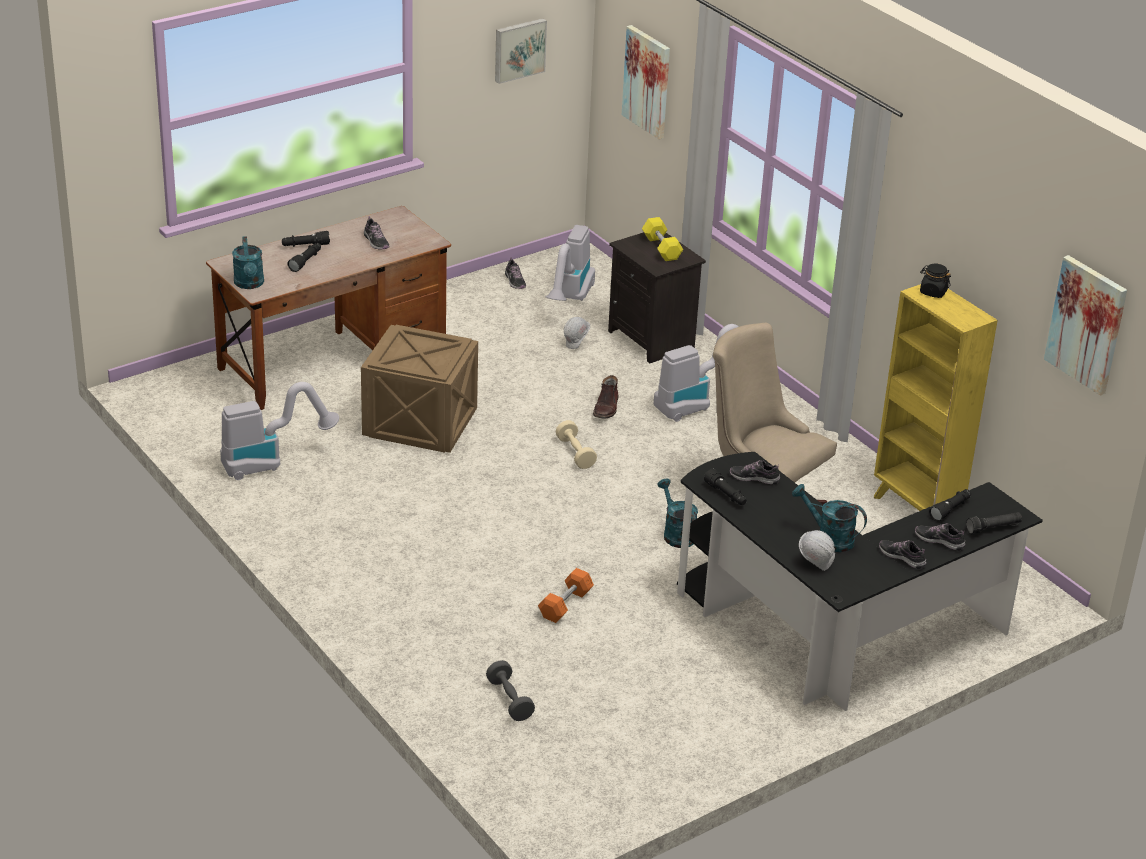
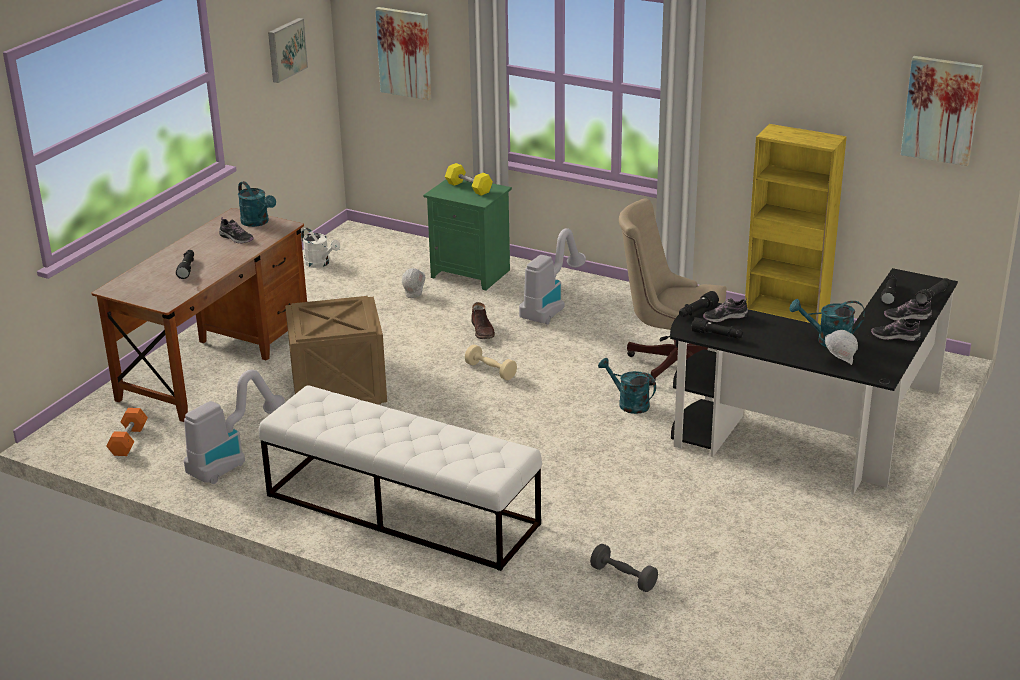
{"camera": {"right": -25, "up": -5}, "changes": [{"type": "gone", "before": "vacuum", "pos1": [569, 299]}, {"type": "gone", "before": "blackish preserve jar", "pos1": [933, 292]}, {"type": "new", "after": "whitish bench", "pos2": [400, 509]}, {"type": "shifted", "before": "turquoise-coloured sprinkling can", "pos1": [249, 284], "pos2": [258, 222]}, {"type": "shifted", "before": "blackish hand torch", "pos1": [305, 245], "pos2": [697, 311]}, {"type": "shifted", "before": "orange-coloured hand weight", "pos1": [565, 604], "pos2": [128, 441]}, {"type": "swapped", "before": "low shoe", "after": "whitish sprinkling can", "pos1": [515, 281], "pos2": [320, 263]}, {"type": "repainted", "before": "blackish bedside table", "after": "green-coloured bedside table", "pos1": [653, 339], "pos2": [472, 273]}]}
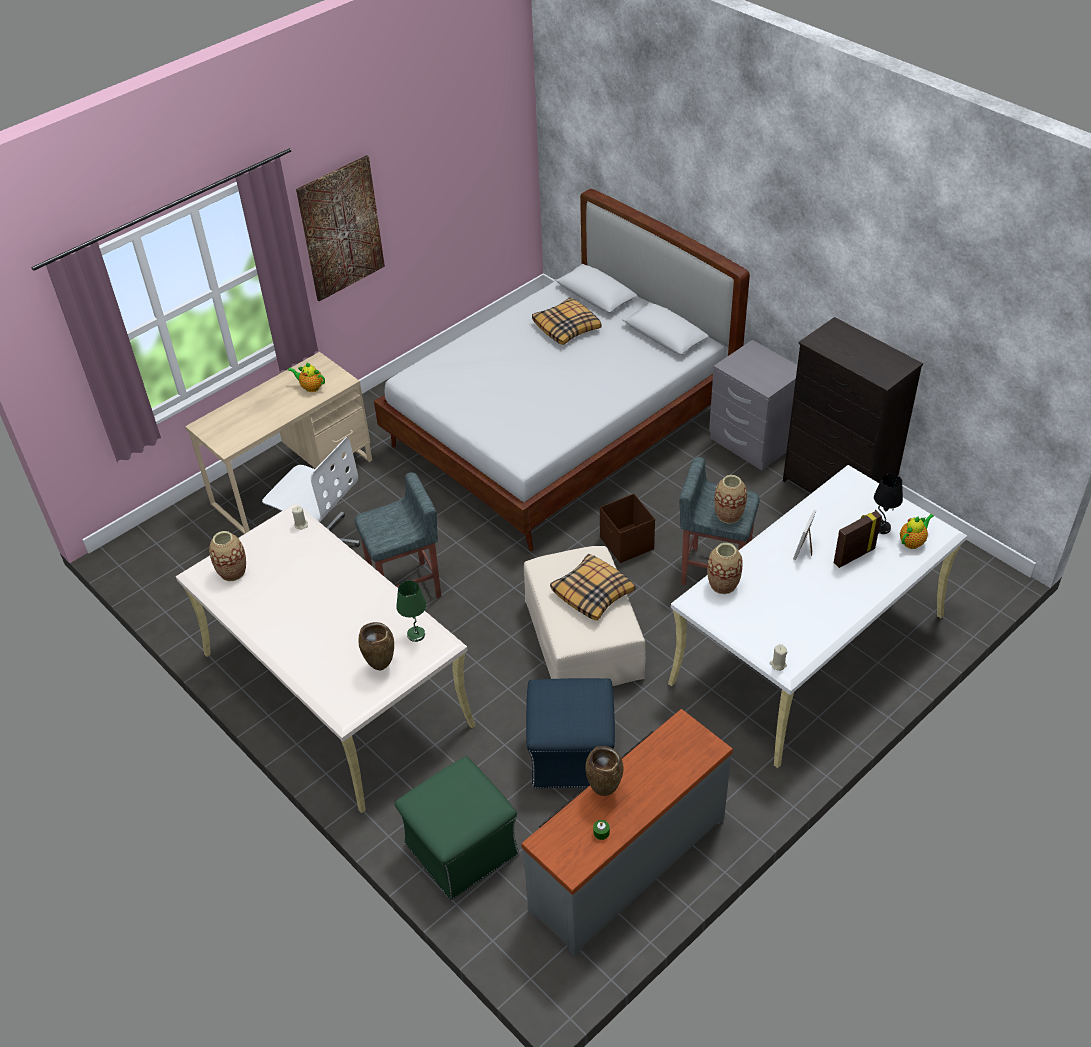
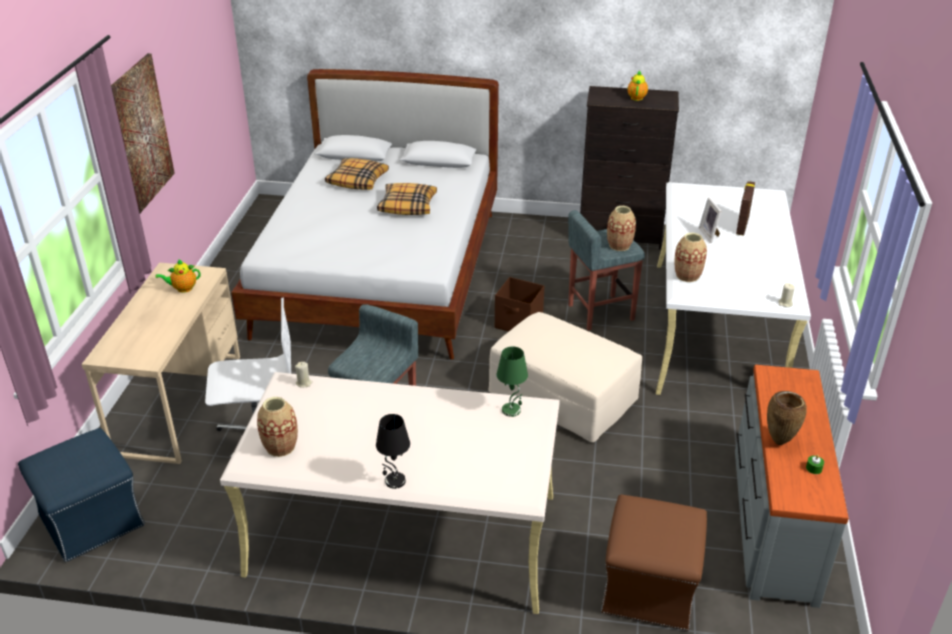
{"camera": {"right": -40, "up": -10}, "changes": [{"type": "gone", "before": "brown flower vase", "pos1": [381, 666]}, {"type": "gone", "before": "gray bedside table", "pos1": [752, 442]}, {"type": "shifted", "before": "bluish pouffe", "pos1": [570, 755], "pos2": [90, 521]}, {"type": "shifted", "before": "cushion", "pos1": [593, 593], "pos2": [407, 206]}, {"type": "shifted", "before": "blackish table lamp", "pos1": [881, 528], "pos2": [395, 481]}, {"type": "shifted", "before": "tea pot", "pos1": [913, 542], "pos2": [636, 97]}, {"type": "repainted", "before": "green-coloured pouffe", "after": "brown pouffe", "pos1": [460, 849], "pos2": [649, 589]}]}
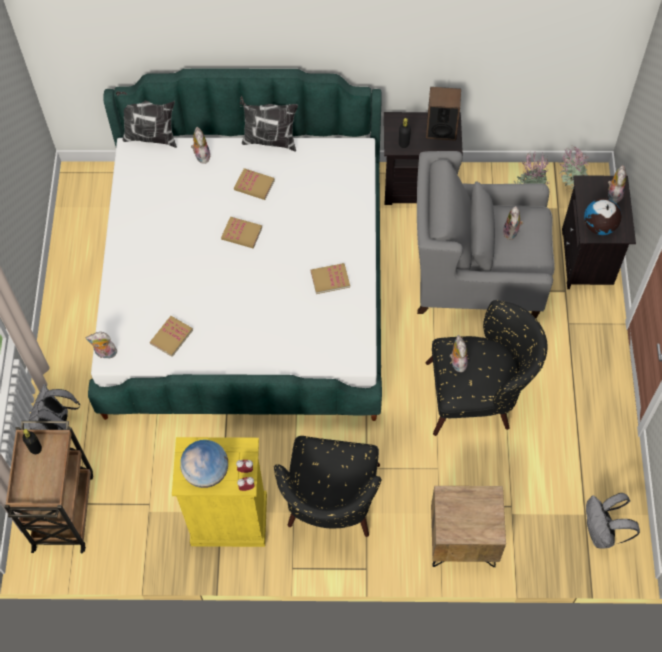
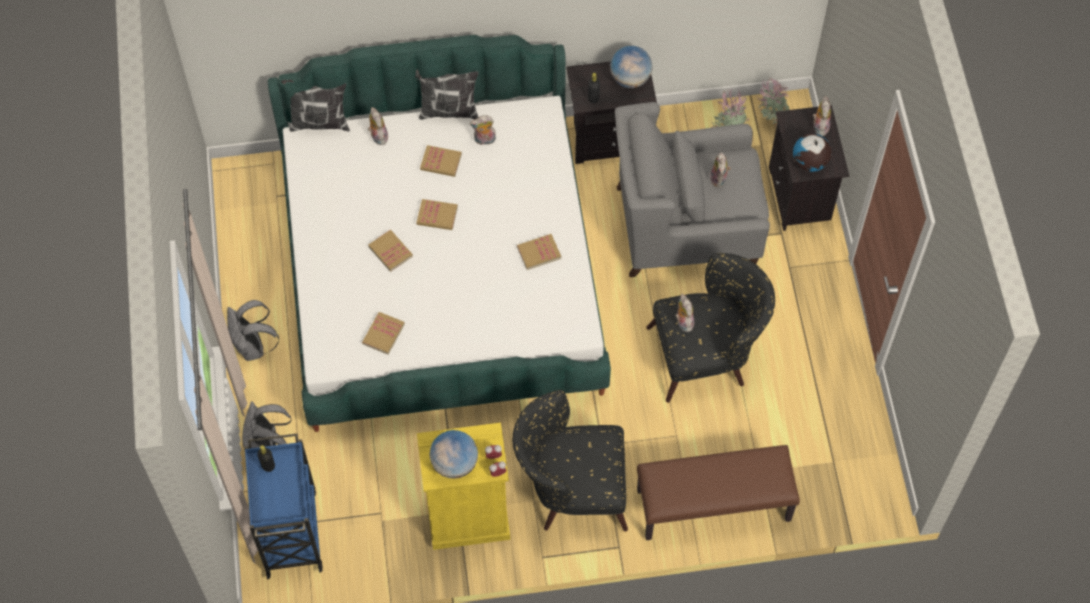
{"camera": {"right": -10, "up": 0}, "changes": [{"type": "new", "after": "volume", "pos2": [390, 251]}, {"type": "shifted", "before": "soft toy", "pos1": [105, 354], "pos2": [484, 140]}, {"type": "shifted", "before": "gray backpack", "pos1": [602, 533], "pos2": [253, 347]}, {"type": "swapped", "before": "audio speaker", "after": "desk globe", "pos1": [441, 129], "pos2": [630, 78]}, {"type": "swapped", "before": "brown bedside table", "after": "brown bench", "pos1": [462, 541], "pos2": [713, 506]}, {"type": "repainted", "before": "brown wheeled cart", "after": "bluish wheeled cart", "pos1": [63, 509], "pos2": [291, 530]}, {"type": "rotated", "before": "blackish lounge chair", "pos1": [330, 506], "pos2": [571, 489], "turn": 90}]}
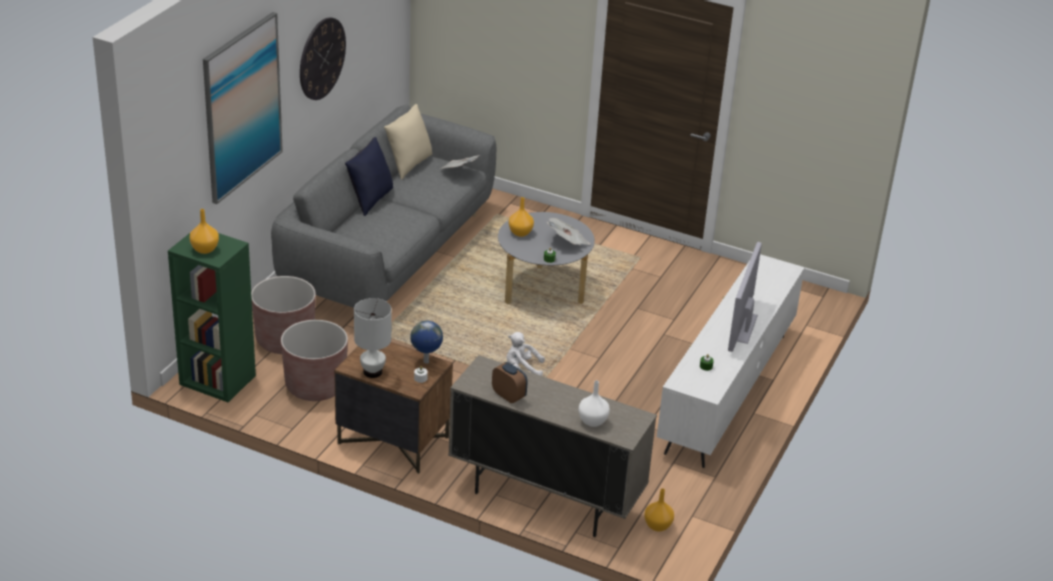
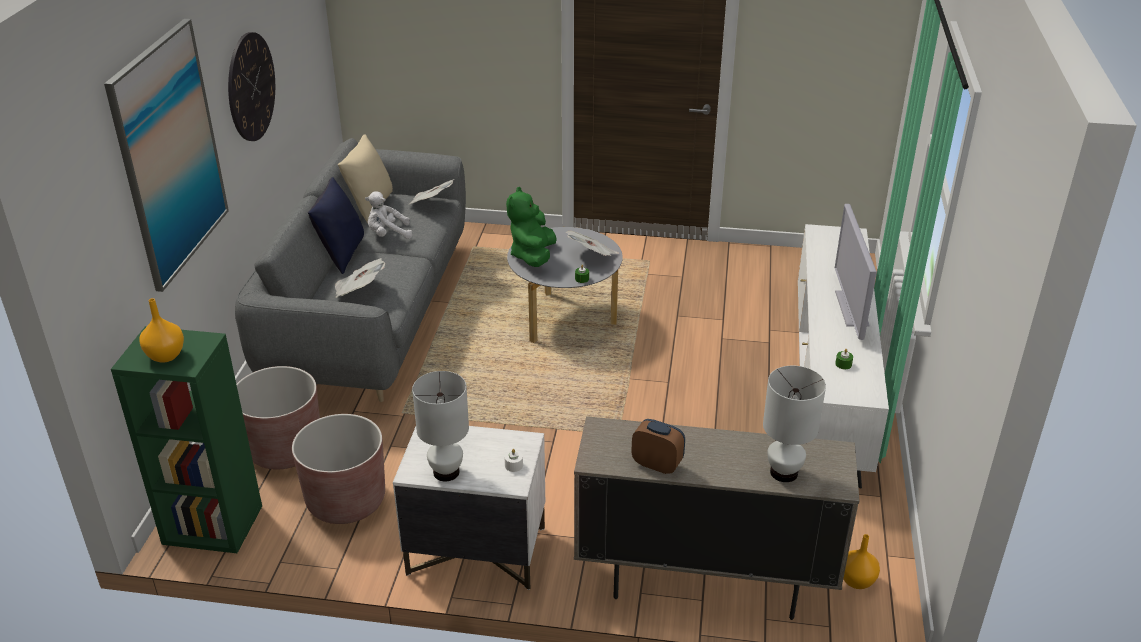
{"camera": {"right": -15, "up": 0}, "changes": [{"type": "gone", "before": "desk globe", "pos1": [426, 362]}, {"type": "new", "after": "daily paper", "pos2": [359, 290]}, {"type": "shifted", "before": "whitish soft toy", "pos1": [522, 369], "pos2": [388, 234]}, {"type": "swapped", "before": "orange-coloured flower vase", "after": "green-coloured soft toy", "pos1": [520, 232], "pos2": [533, 256]}, {"type": "swapped", "before": "whitish flower vase", "after": "whitish table lamp", "pos1": [592, 421], "pos2": [783, 473]}, {"type": "repainted", "before": "brown bedside table", "after": "whitish bedside table", "pos1": [392, 440], "pos2": [475, 551]}]}
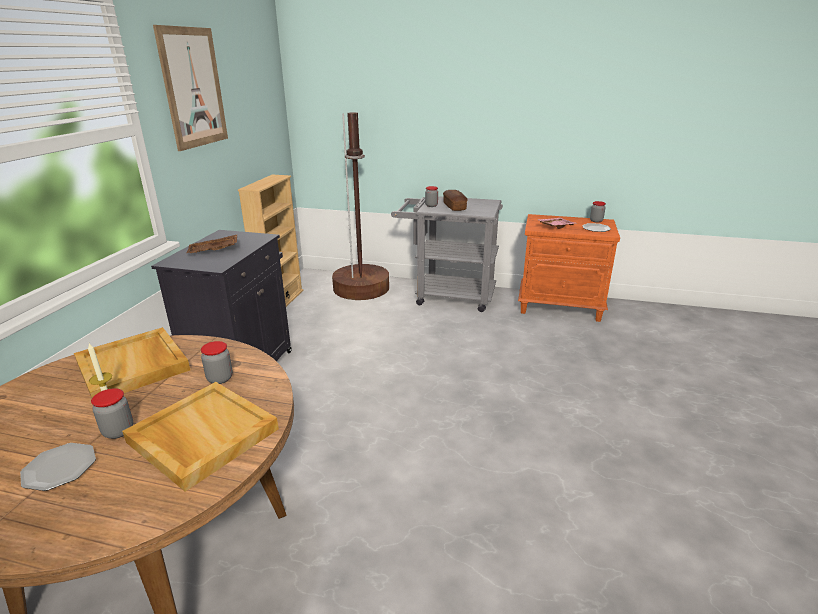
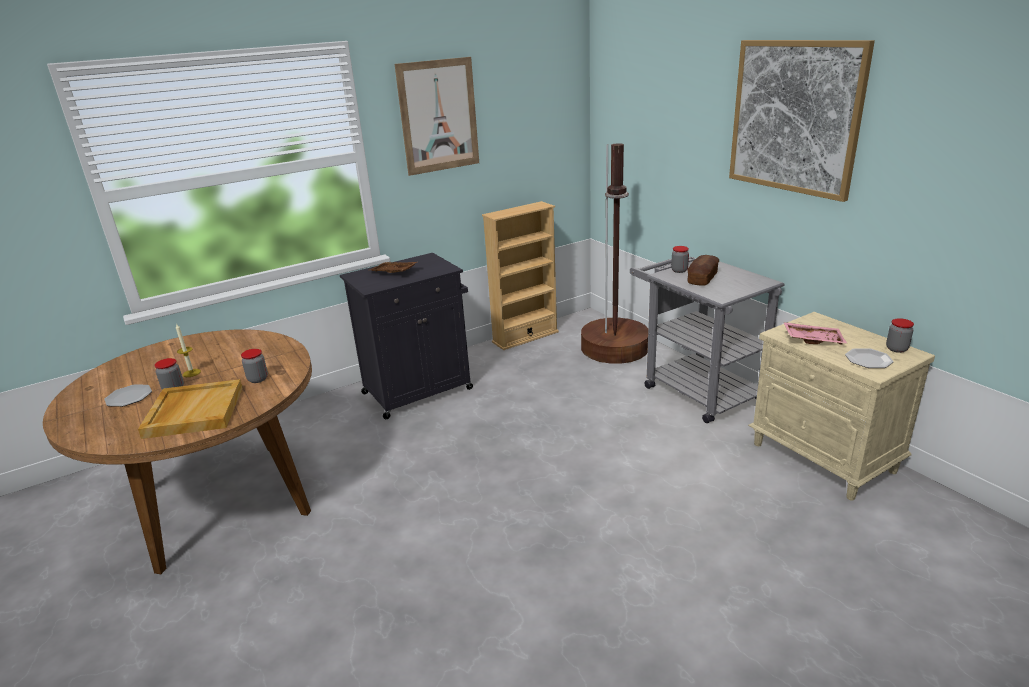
{"camera": {"right": 45, "up": 0}, "changes": [{"type": "gone", "before": "sand-coloured tray", "pos1": [134, 366]}, {"type": "new", "after": "picture", "pos2": [795, 117]}, {"type": "repainted", "before": "orange-coloured bedside table", "after": "sand-coloured bedside table", "pos1": [560, 306], "pos2": [824, 458]}]}
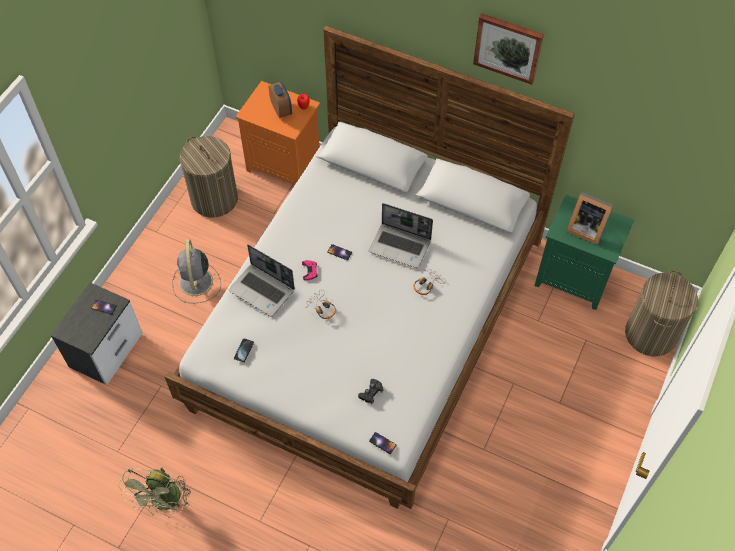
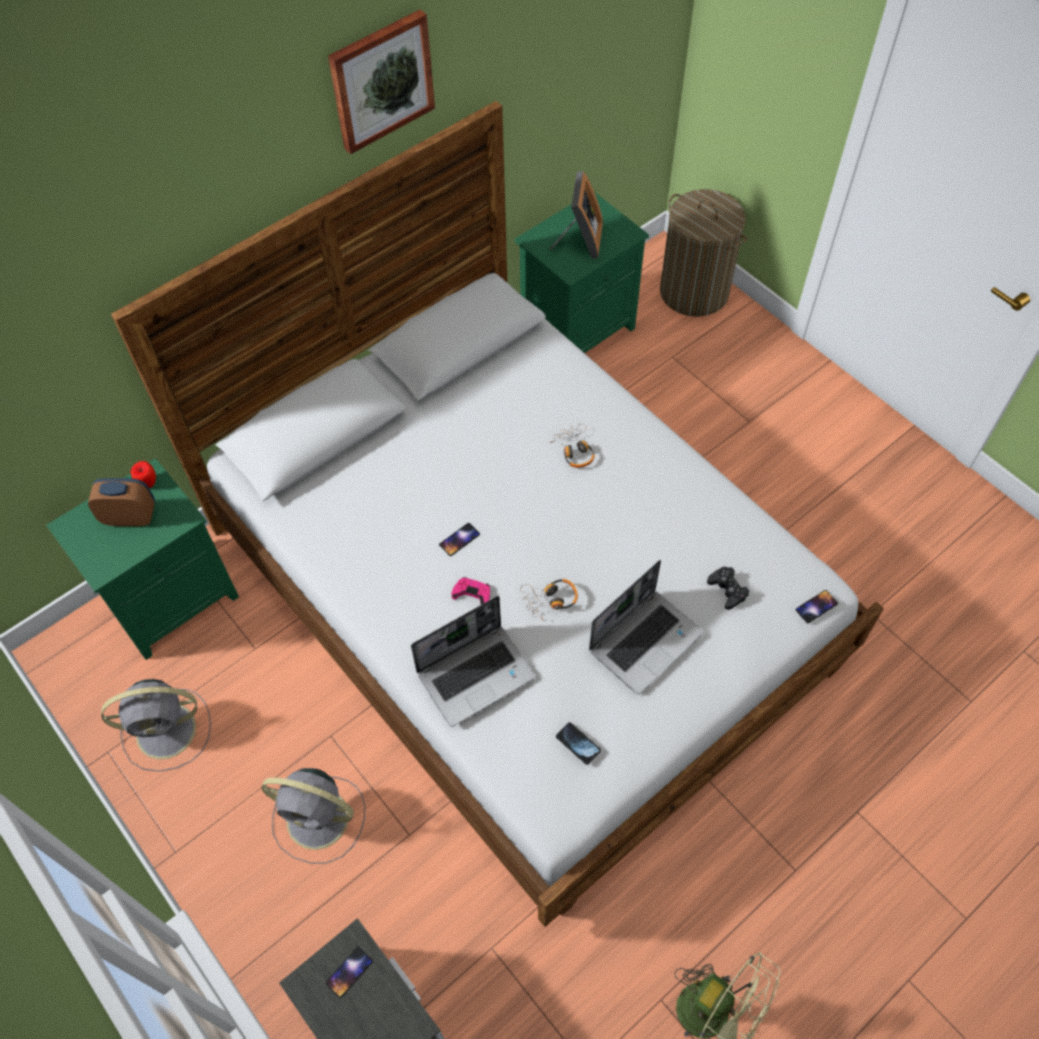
{"camera": {"right": -65, "up": 0}, "changes": [{"type": "shifted", "before": "portable computer", "pos1": [401, 246], "pos2": [645, 640]}, {"type": "swapped", "before": "laundry basket", "after": "gray cooling fan", "pos1": [214, 199], "pos2": [169, 730]}, {"type": "repainted", "before": "orange-coloured bedside table", "after": "green-coloured bedside table", "pos1": [285, 164], "pos2": [172, 597]}, {"type": "rotated", "before": "photo frame", "pos1": [585, 228], "pos2": [579, 241], "turn": -45}]}
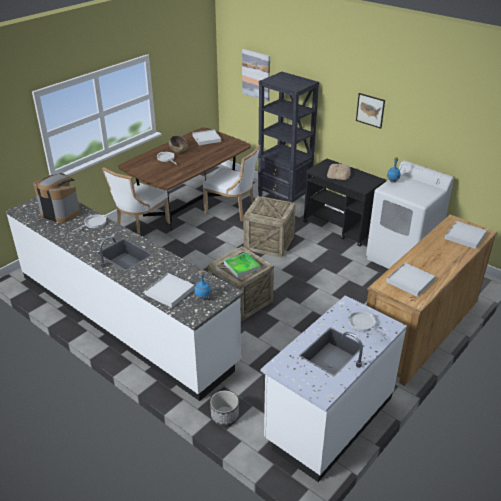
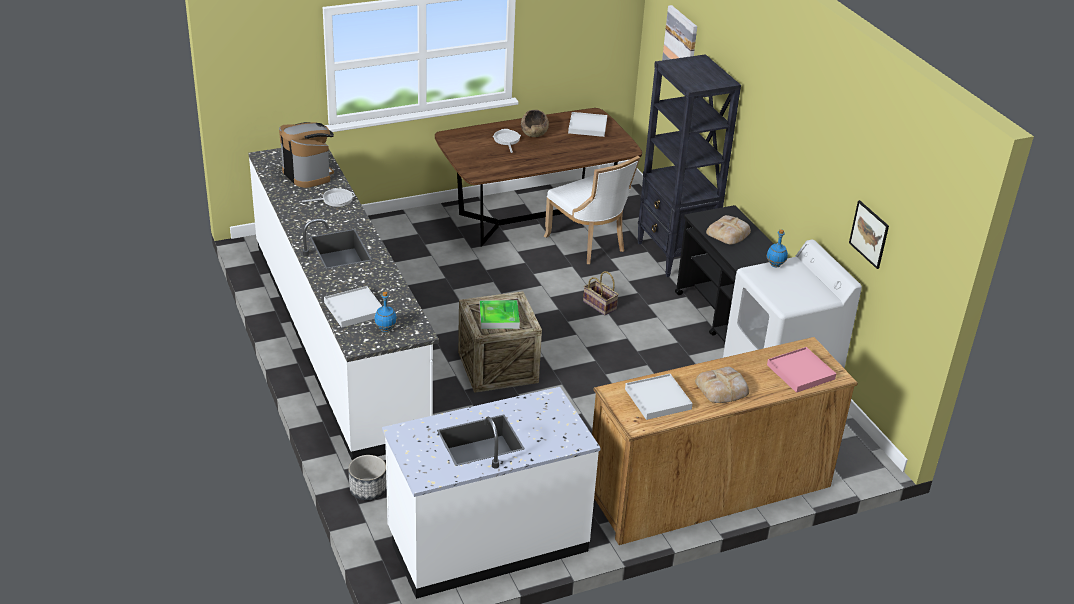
{"camera": {"right": 25, "up": 0}, "changes": [{"type": "gone", "before": "whitish plain chair", "pos1": [140, 228]}, {"type": "gone", "before": "frying pan", "pos1": [363, 324]}, {"type": "new", "after": "bakery bread", "pos2": [723, 389]}, {"type": "shifted", "before": "picture", "pos1": [370, 110], "pos2": [869, 234]}, {"type": "swapped", "before": "crate", "after": "household basket", "pos1": [269, 242], "pos2": [600, 305]}, {"type": "repainted", "before": "whitish tray", "after": "pink tray", "pos1": [465, 236], "pos2": [800, 372]}]}
